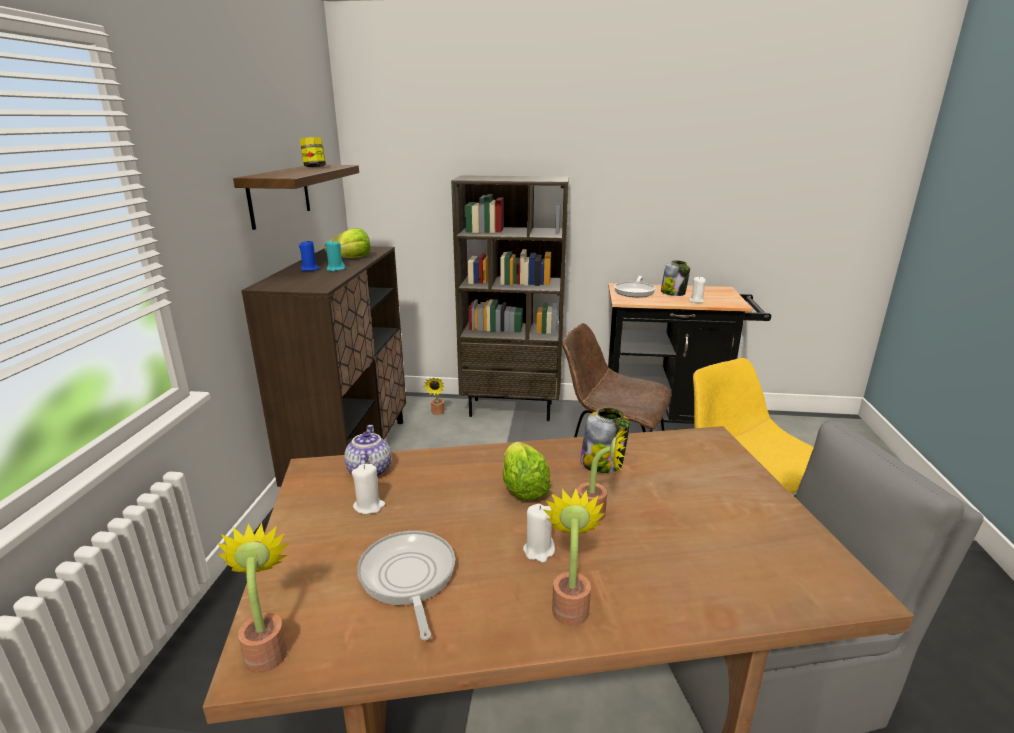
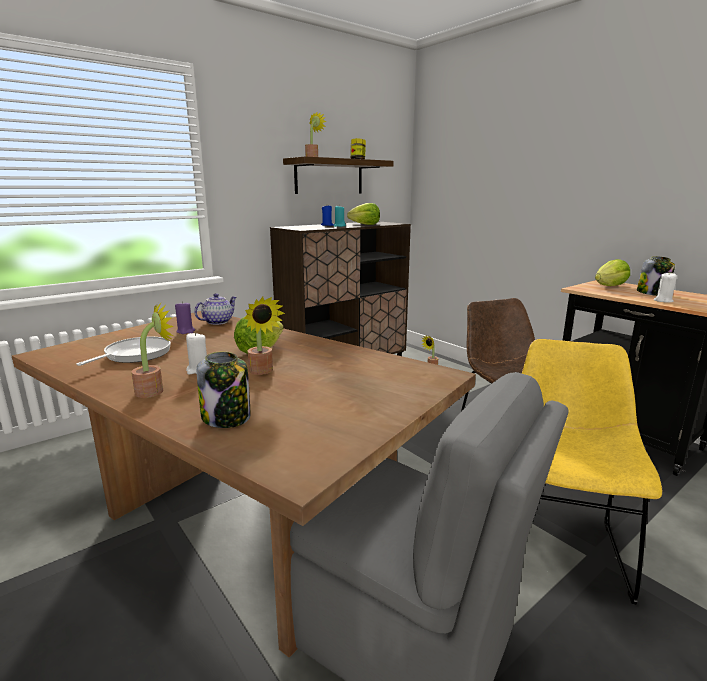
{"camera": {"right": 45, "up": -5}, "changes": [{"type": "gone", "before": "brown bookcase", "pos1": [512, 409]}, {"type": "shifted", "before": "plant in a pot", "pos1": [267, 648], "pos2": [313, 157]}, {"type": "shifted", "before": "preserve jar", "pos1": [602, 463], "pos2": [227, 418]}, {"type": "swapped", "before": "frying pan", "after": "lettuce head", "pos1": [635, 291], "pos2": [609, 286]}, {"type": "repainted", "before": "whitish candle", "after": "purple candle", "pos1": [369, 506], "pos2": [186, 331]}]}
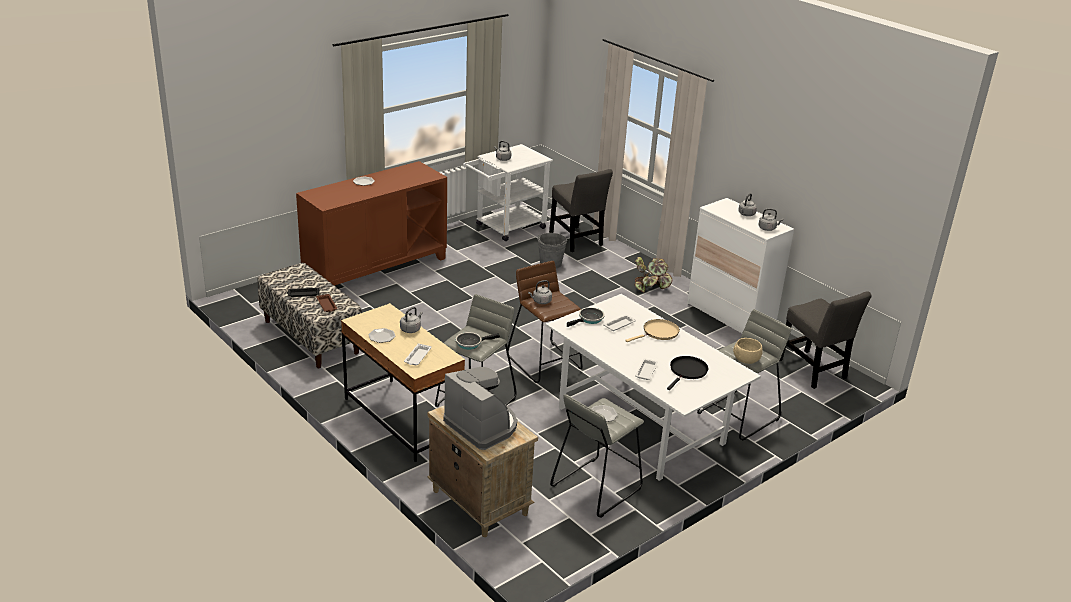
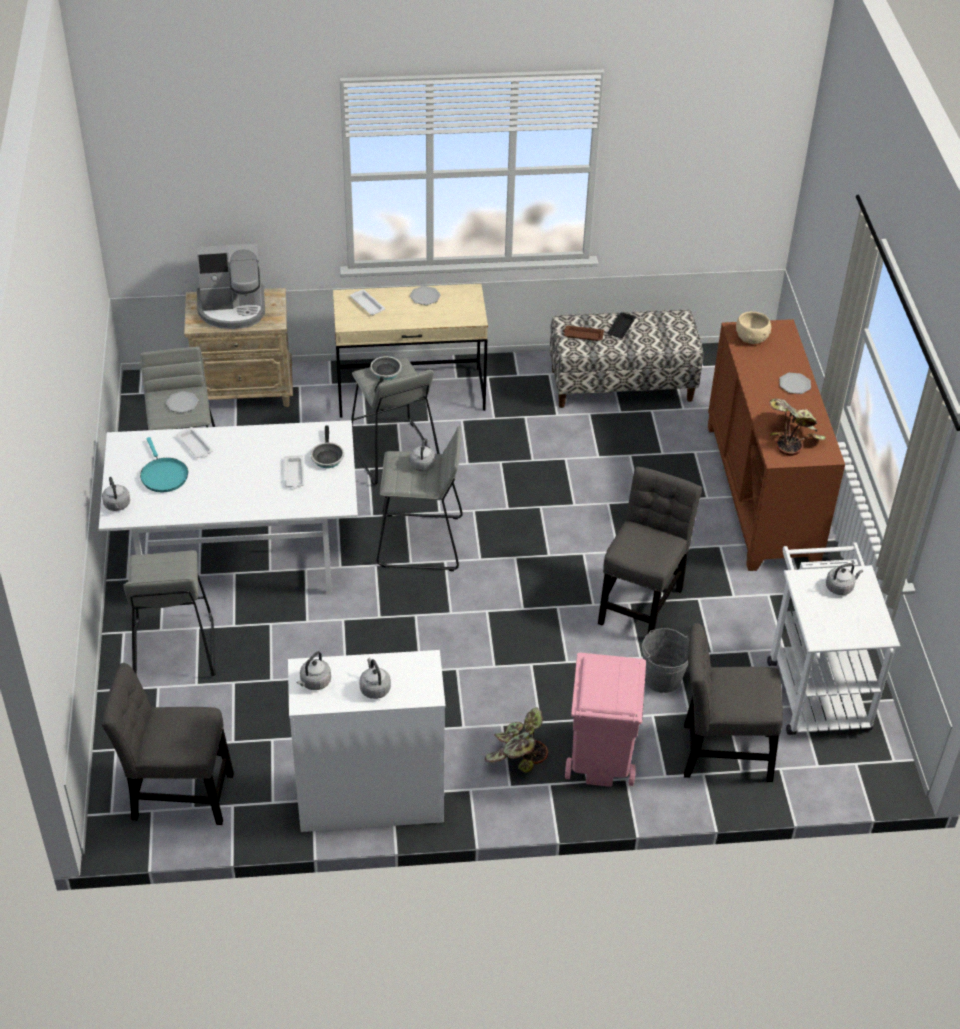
{"camera": {"right": 125, "up": 15}, "changes": [{"type": "gone", "before": "sand-coloured frying pan", "pos1": [658, 333]}, {"type": "new", "after": "pink trash can", "pos2": [600, 760]}, {"type": "new", "after": "gray plain chair", "pos2": [641, 602]}, {"type": "new", "after": "plant in a pot", "pos2": [791, 436]}, {"type": "shifted", "before": "gray water kettle", "pos1": [411, 329], "pos2": [117, 505]}, {"type": "shifted", "before": "sand-coloured bowl", "pos1": [746, 360], "pos2": [751, 337]}, {"type": "repainted", "before": "brown stool", "after": "gray stool", "pos1": [545, 362], "pos2": [420, 542]}, {"type": "repainted", "before": "blackish frying pan", "after": "turquoise-coloured frying pan", "pos1": [687, 371], "pos2": [163, 475]}]}
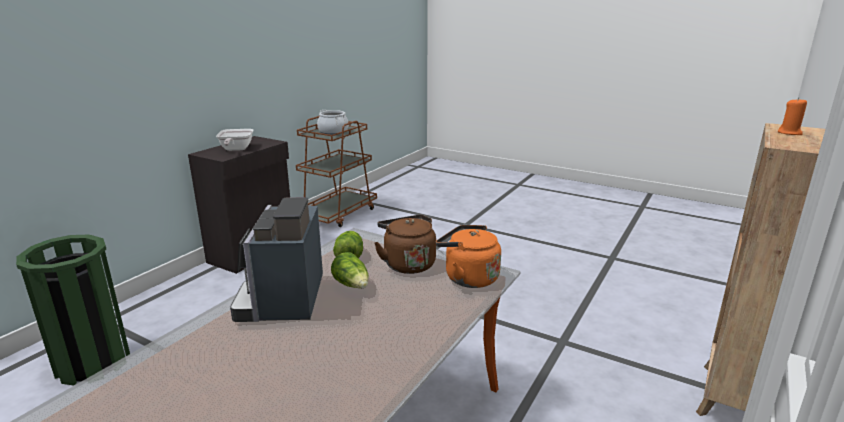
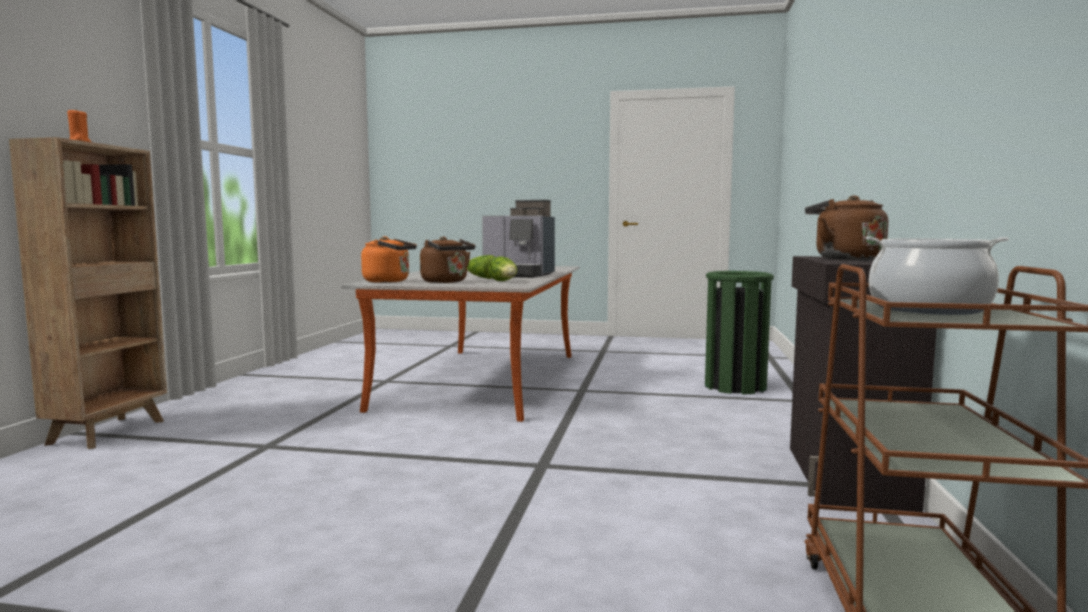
{"camera": {"right": 160, "up": -15}, "changes": [{"type": "swapped", "before": "frying pan", "after": "brown water kettle", "pos1": [235, 150], "pos2": [844, 258]}, {"type": "rotated", "before": "coffee brewer", "pos1": [284, 301], "pos2": [520, 275], "turn": 135}]}
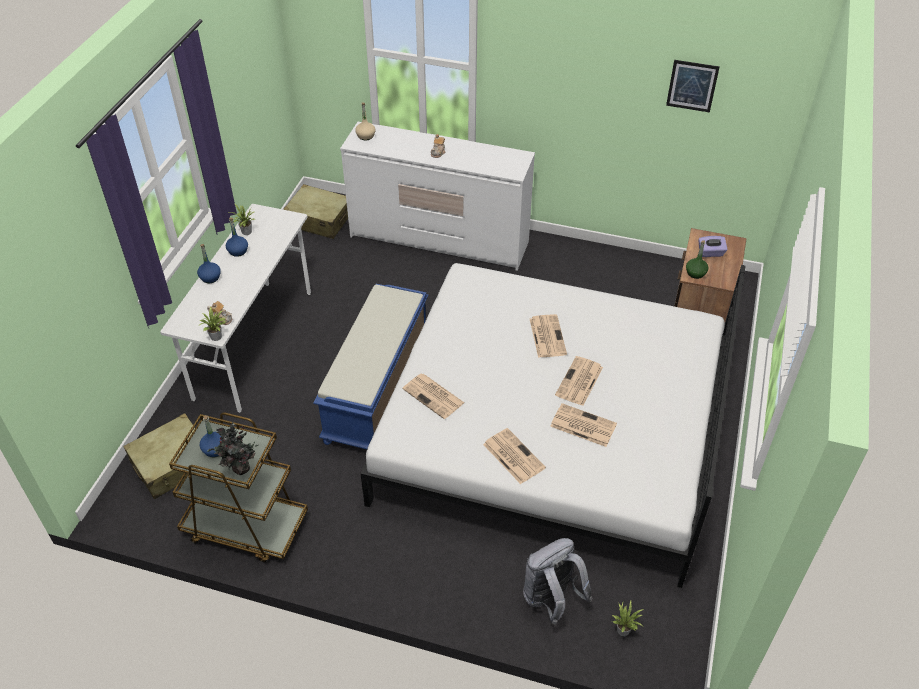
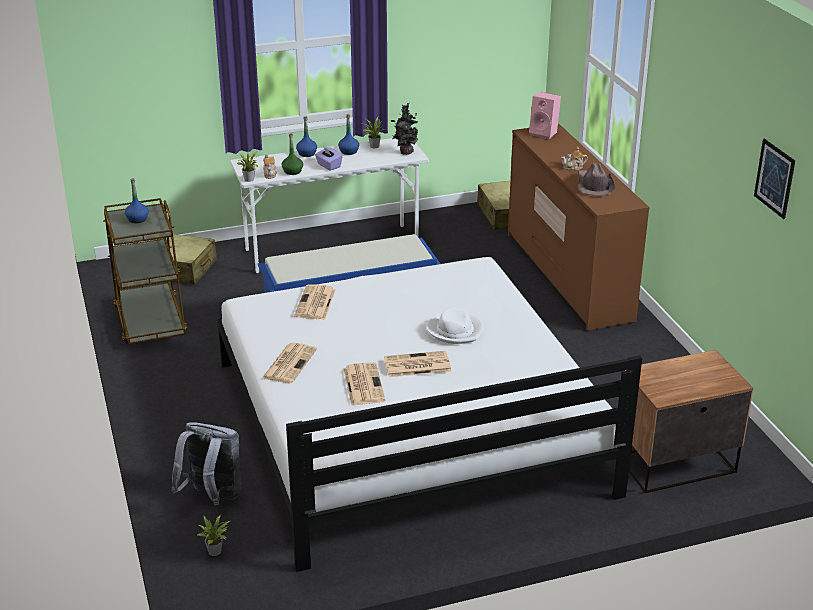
{"camera": {"right": 55, "up": -15}, "changes": [{"type": "new", "after": "brown clothing hat", "pos2": [594, 185]}, {"type": "shifted", "before": "plant in a pot", "pos1": [240, 469], "pos2": [405, 152]}, {"type": "shifted", "before": "green-coloured drink bottle", "pos1": [695, 273], "pos2": [292, 171]}, {"type": "shifted", "before": "purple tissue holder", "pos1": [710, 253], "pos2": [328, 166]}, {"type": "swapped", "before": "sand-coloured drink bottle", "after": "pink audio speaker", "pos1": [365, 136], "pos2": [544, 133]}, {"type": "swapped", "before": "daily paper", "after": "whitish clothing hat", "pos1": [547, 336], "pos2": [455, 330]}, {"type": "repainted", "before": "whitish dresser", "after": "brown dresser", "pos1": [439, 240], "pos2": [568, 277]}]}
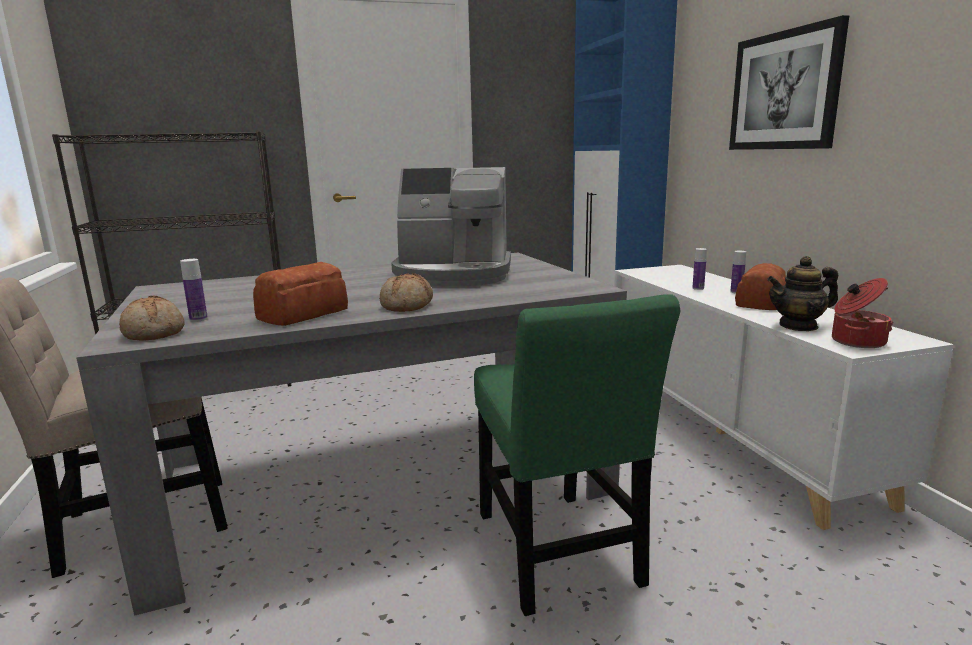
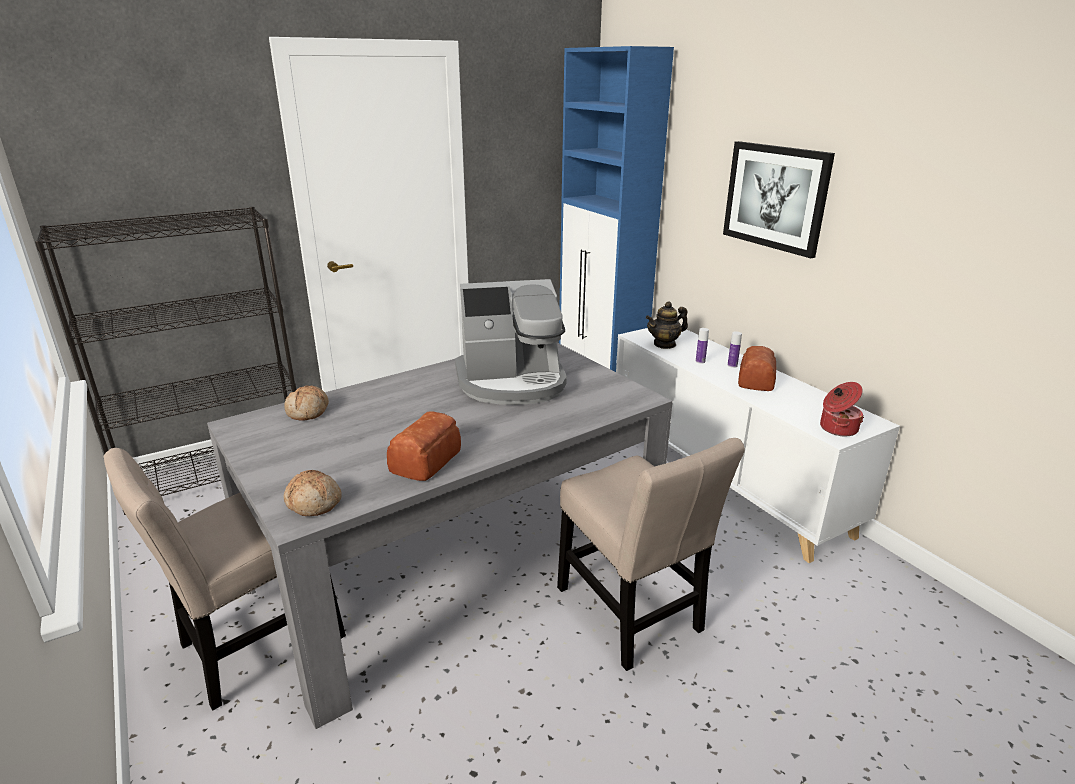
{"camera": {"right": -15, "up": 10}, "changes": [{"type": "gone", "before": "drink bottle", "pos1": [198, 319]}, {"type": "shifted", "before": "bakery bread", "pos1": [408, 305], "pos2": [308, 411]}, {"type": "shifted", "before": "tea pot", "pos1": [798, 326], "pos2": [665, 344]}, {"type": "repainted", "before": "green-coloured plain chair", "after": "sand-coloured plain chair", "pos1": [558, 554], "pos2": [631, 614]}]}
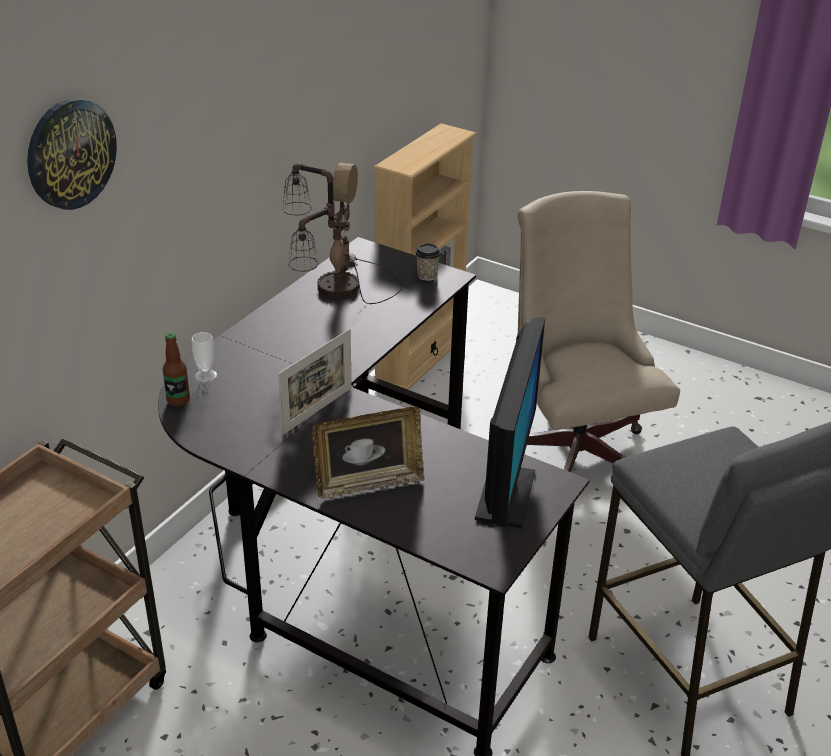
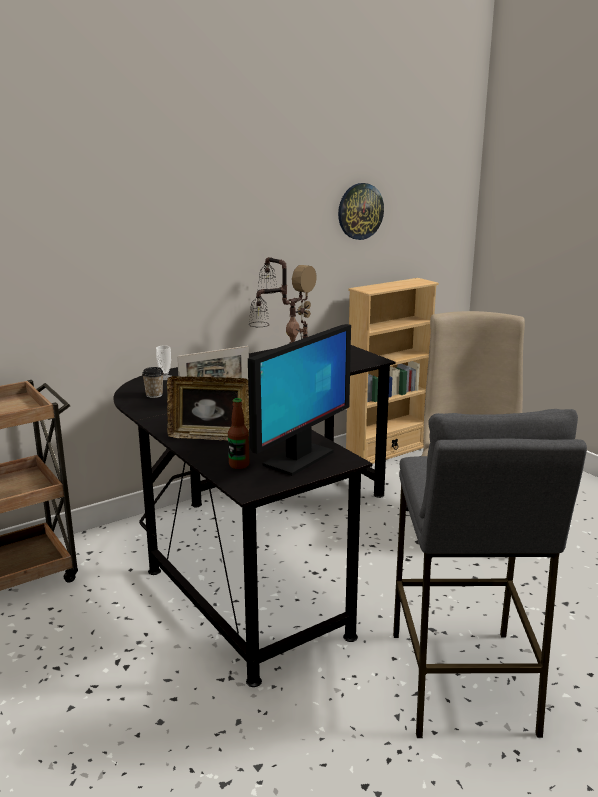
{"camera": {"right": 25, "up": -15}, "changes": [{"type": "shifted", "before": "wall clock", "pos1": [70, 153], "pos2": [360, 211]}, {"type": "shifted", "before": "drink bottle", "pos1": [178, 400], "pos2": [239, 465]}, {"type": "shifted", "before": "cup", "pos1": [427, 276], "pos2": [154, 395]}]}
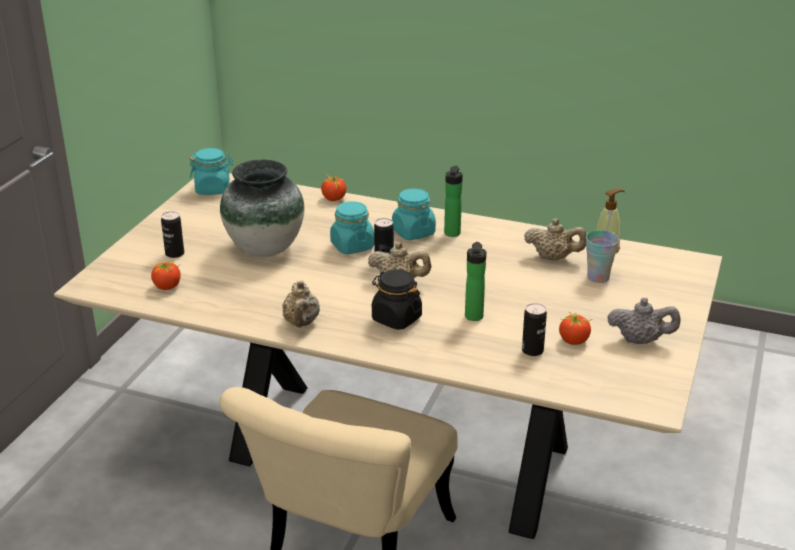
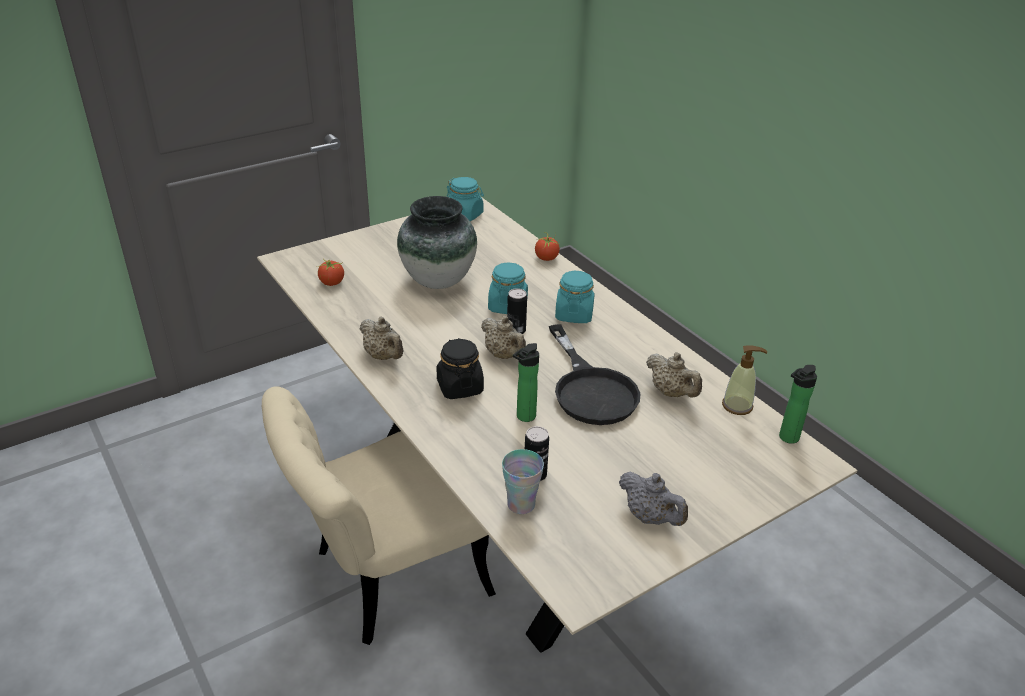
{"camera": {"right": 35, "up": 5}, "changes": [{"type": "gone", "before": "metal can", "pos1": [174, 254]}, {"type": "gone", "before": "whole tomato", "pos1": [574, 341]}, {"type": "new", "after": "blackish frying pan", "pos2": [590, 389]}, {"type": "shifted", "before": "drink bottle", "pos1": [451, 234], "pos2": [787, 438]}, {"type": "shifted", "before": "cup", "pos1": [598, 277], "pos2": [521, 504]}, {"type": "rotated", "before": "sand-coloured tea pot", "pos1": [301, 323], "pos2": [384, 356], "turn": -75}]}
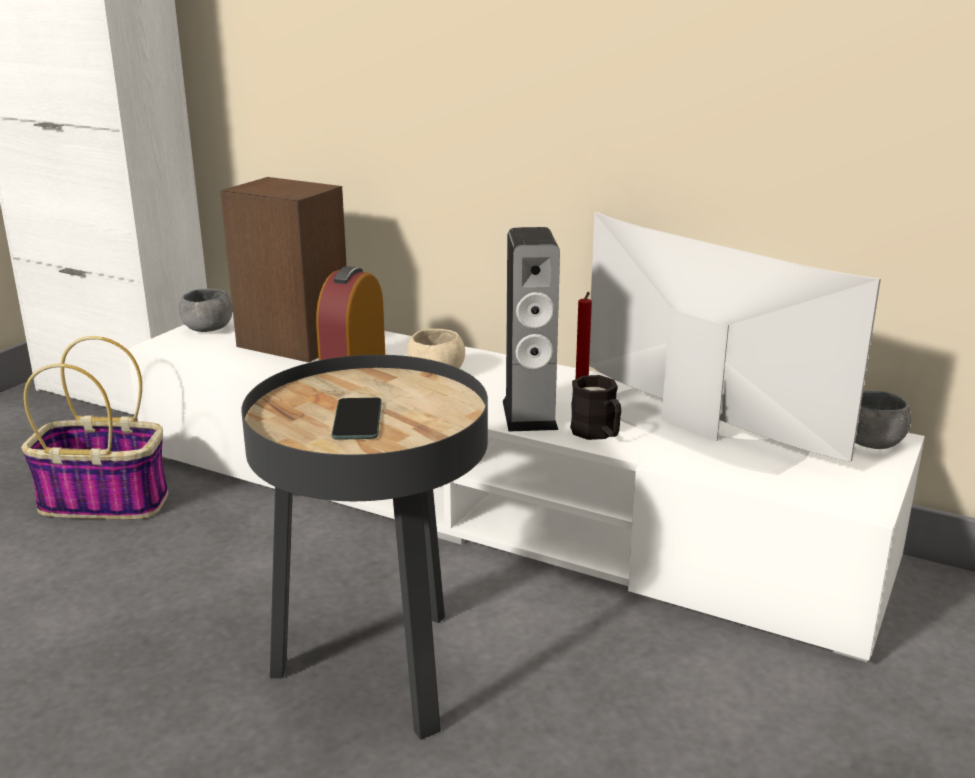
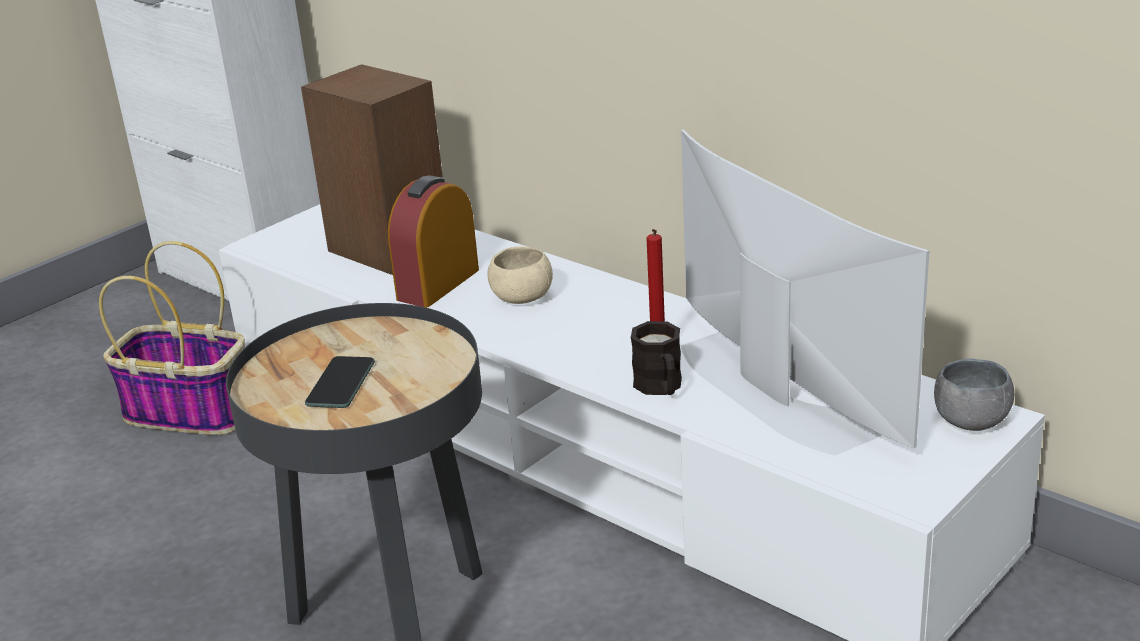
{"camera": {"right": 15, "up": 5}, "changes": [{"type": "gone", "before": "gray bowl", "pos1": [208, 329]}, {"type": "gone", "before": "audio speaker", "pos1": [529, 415]}]}
